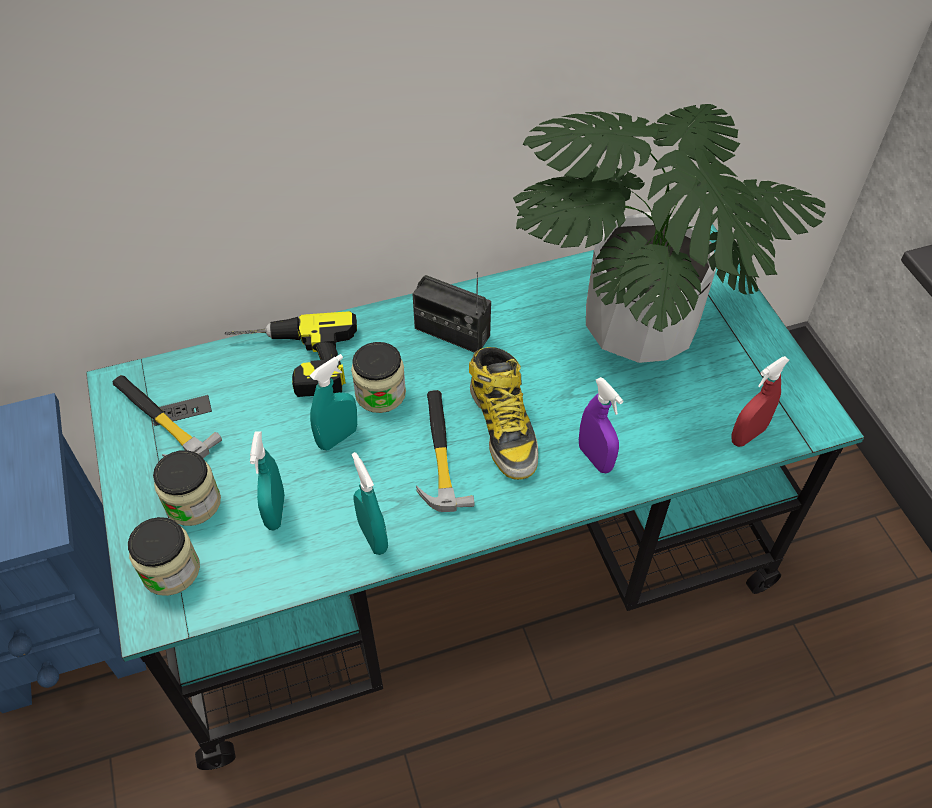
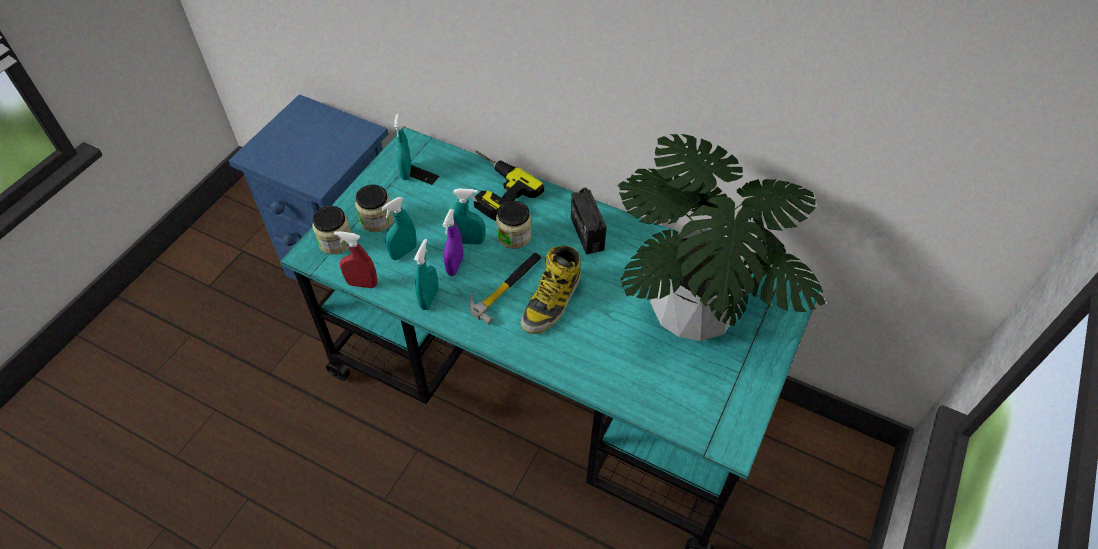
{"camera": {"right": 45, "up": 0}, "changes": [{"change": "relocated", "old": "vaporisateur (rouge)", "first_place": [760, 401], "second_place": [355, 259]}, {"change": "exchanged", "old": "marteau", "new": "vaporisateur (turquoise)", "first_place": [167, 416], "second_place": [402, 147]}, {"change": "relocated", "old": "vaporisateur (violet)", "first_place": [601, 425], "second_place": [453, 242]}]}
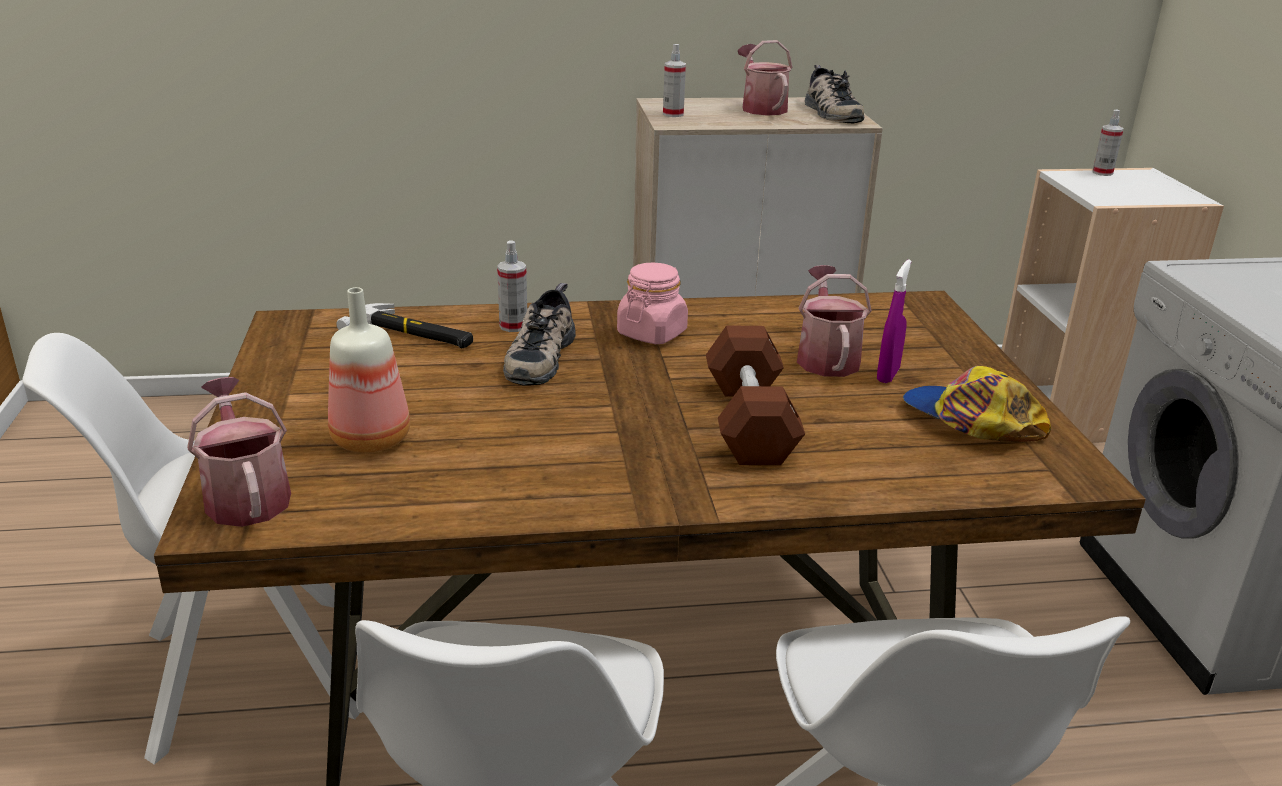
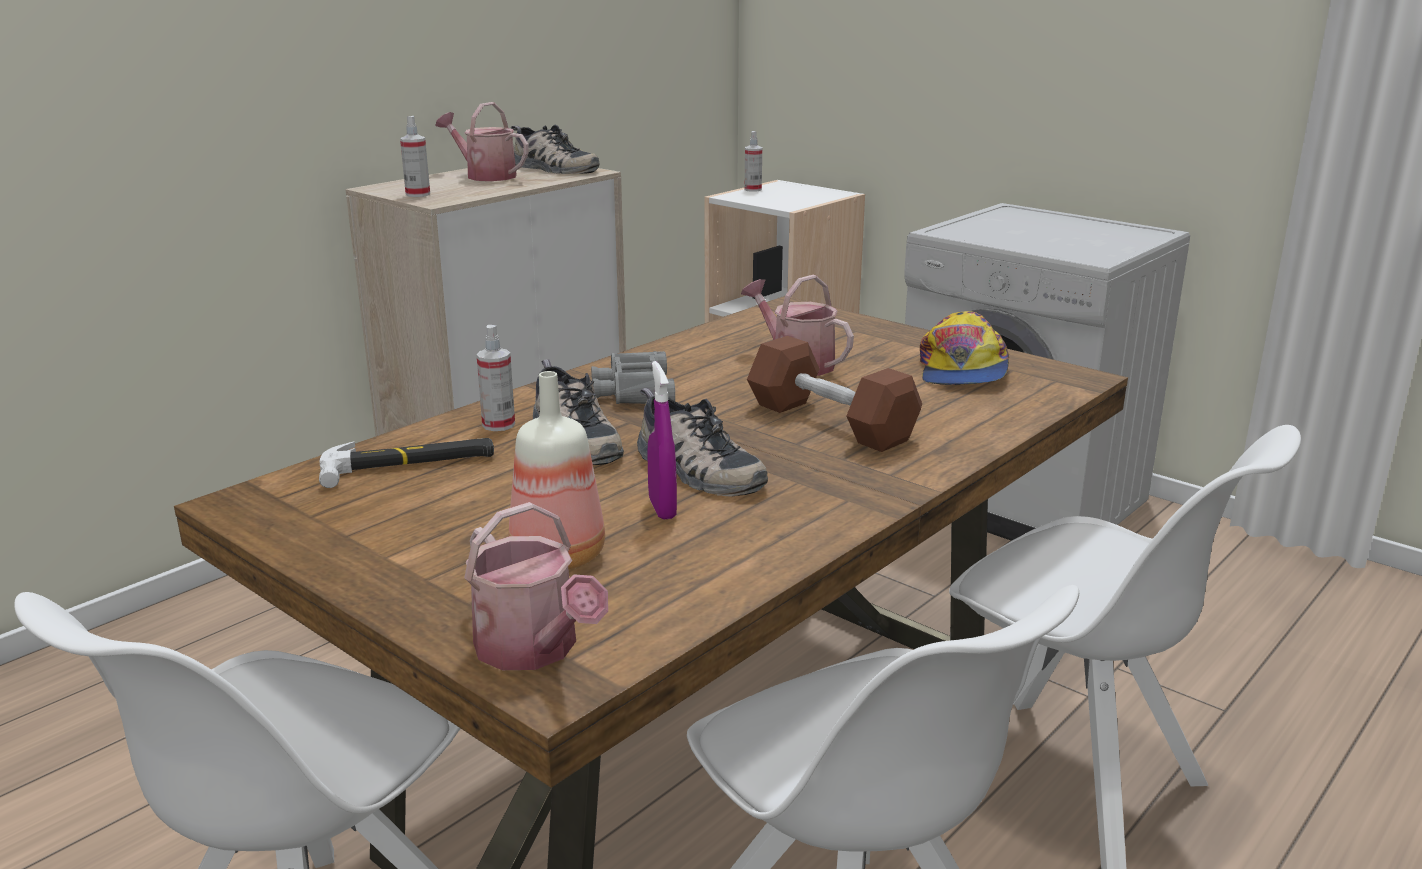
{"camera": {"right": -40, "up": -5}, "changes": [{"change": "relocated", "old": "vaporisateur (violet)", "first_place": [894, 321], "second_place": [662, 440]}, {"change": "exchanged", "old": "bocal (rose)", "new": "jumelles (gris)", "first_place": [652, 303], "second_place": [633, 377]}, {"change": "spun", "old": "casquette", "first_place": [977, 404], "second_place": [964, 348], "degrees": -90}, {"change": "spun", "old": "arrosoir", "first_place": [239, 452], "second_place": [536, 586], "degrees": -150}, {"change": "appeared", "new": "chaussure", "second_place": [702, 442]}]}
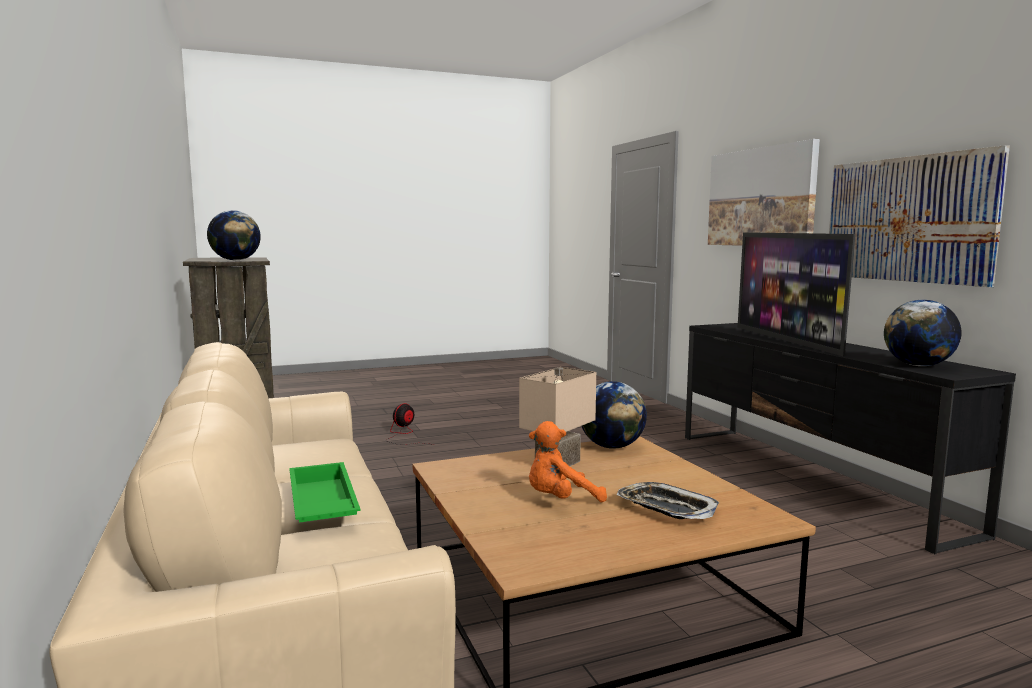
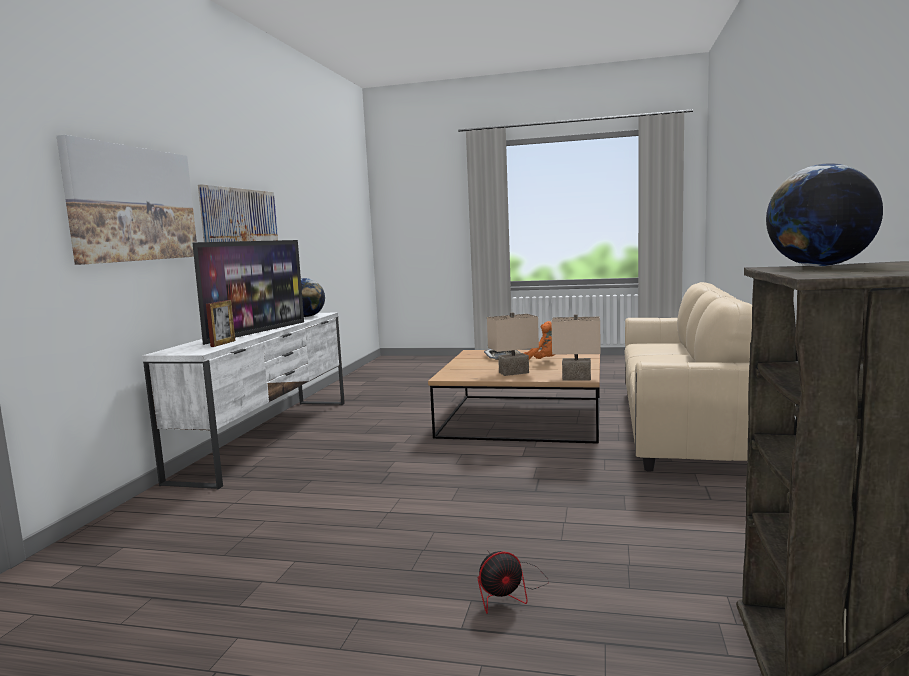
{"camera": {"right": -145, "up": 0}, "changes": [{"change": "colour", "old": "meuble télé (noir)", "new": "meuble télé (blanc)", "first_place": [850, 438], "second_place": [243, 400]}, {"change": "missing", "old": "globe", "first_place": [614, 415]}, {"change": "missing", "old": "plateau (vert)", "first_place": [325, 492]}, {"change": "appeared", "new": "cadre photo", "second_place": [221, 323]}, {"change": "appeared", "new": "lampe de table (beige)", "second_place": [576, 347]}]}
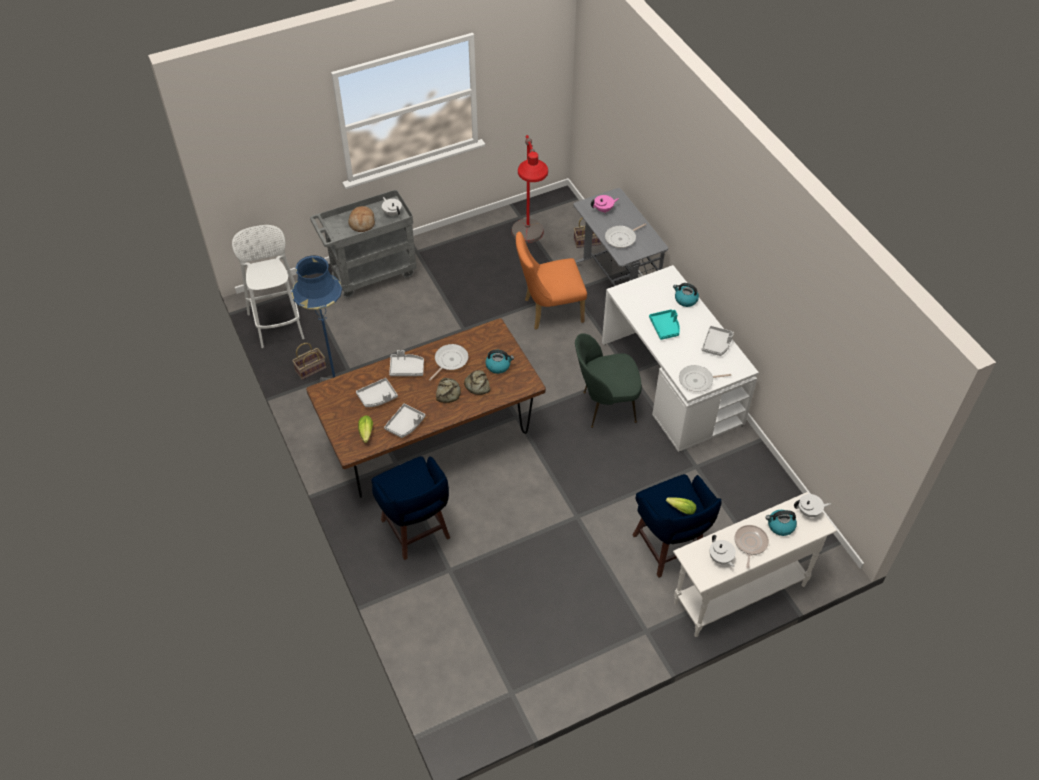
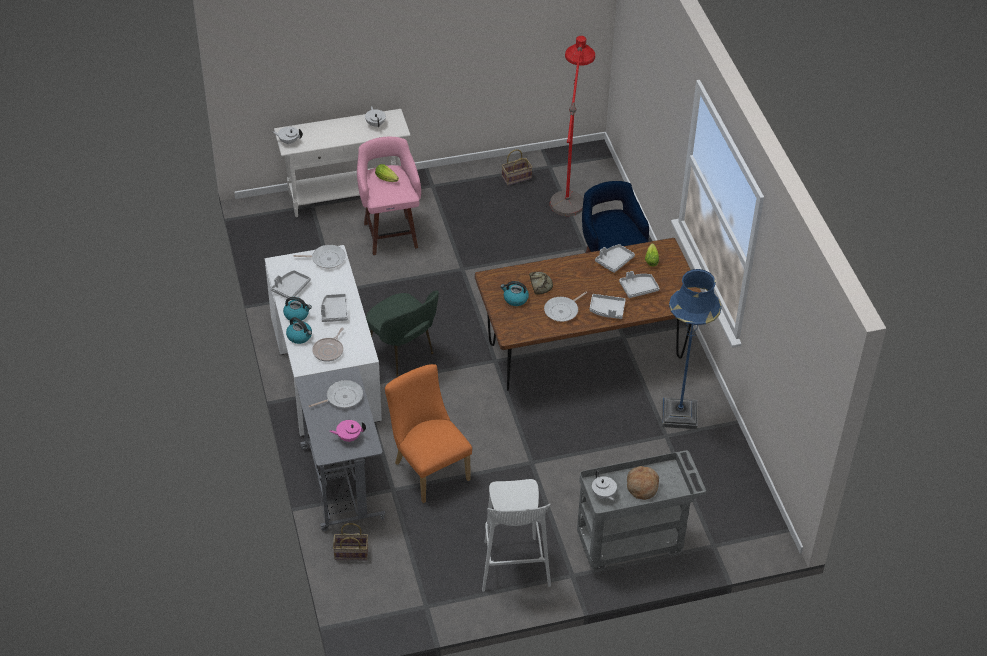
{"camera": {"right": -170, "up": -5}, "changes": [{"change": "relocated", "old": "lampadaire (rouge)", "first_place": [529, 189], "second_place": [572, 126]}, {"change": "relocated", "old": "tabouret (blanc)", "first_place": [268, 286], "second_place": [516, 535]}, {"change": "spun", "old": "chaise (orange)", "first_place": [551, 280], "second_place": [428, 433], "degrees": -120}, {"change": "colour", "old": "plateau (turquoise)", "new": "plateau (gris)", "first_place": [664, 324], "second_place": [334, 308]}, {"change": "spun", "old": "chaise (vert)", "first_place": [608, 380], "second_place": [402, 333], "degrees": 45}, {"change": "relocated", "old": "panier", "first_place": [309, 361], "second_place": [517, 167]}, {"change": "missing", "old": "pain", "first_place": [448, 390]}, {"change": "colour", "old": "tabouret (bleu)", "new": "tabouret (rose)", "first_place": [677, 526], "second_place": [389, 196]}, {"change": "relocated", "old": "bouilloire", "first_place": [781, 523], "second_place": [297, 309]}, {"change": "relocated", "old": "poêle", "first_place": [751, 546], "second_place": [328, 345]}]}
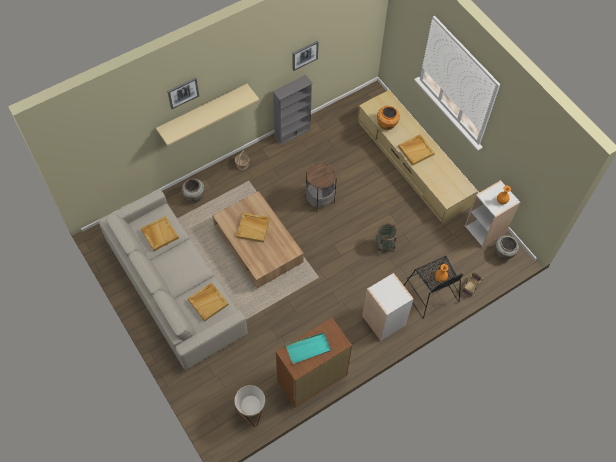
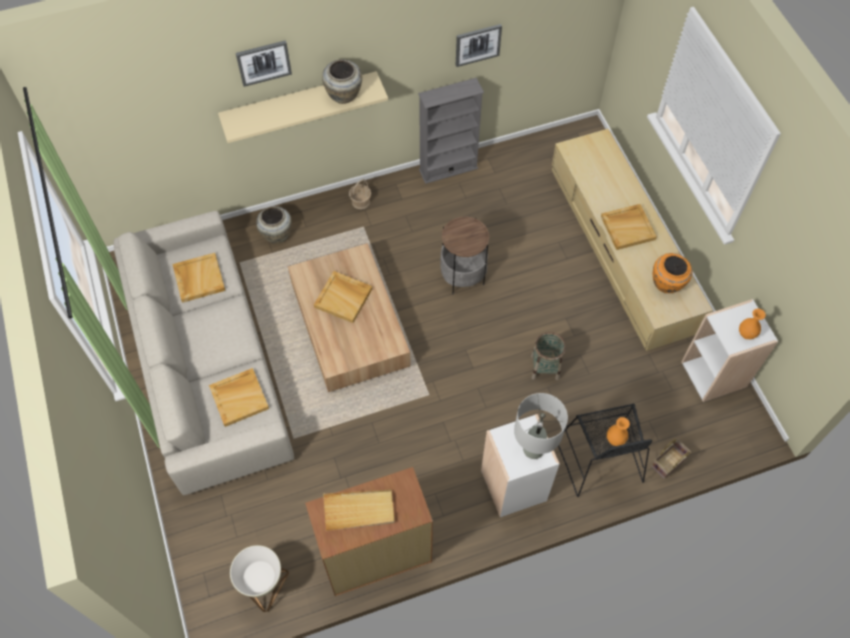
{"camera": {"right": 15, "up": 0}, "changes": [{"change": "relocated", "old": "vase (orange)", "first_place": [388, 118], "second_place": [672, 273]}, {"change": "relocated", "old": "vase (beige)", "first_place": [507, 247], "second_place": [342, 81]}, {"change": "colour", "old": "plateau (turquoise)", "new": "plateau (beige)", "first_place": [308, 348], "second_place": [359, 510]}, {"change": "appeared", "new": "lampe de table (gris)", "second_place": [541, 426]}]}
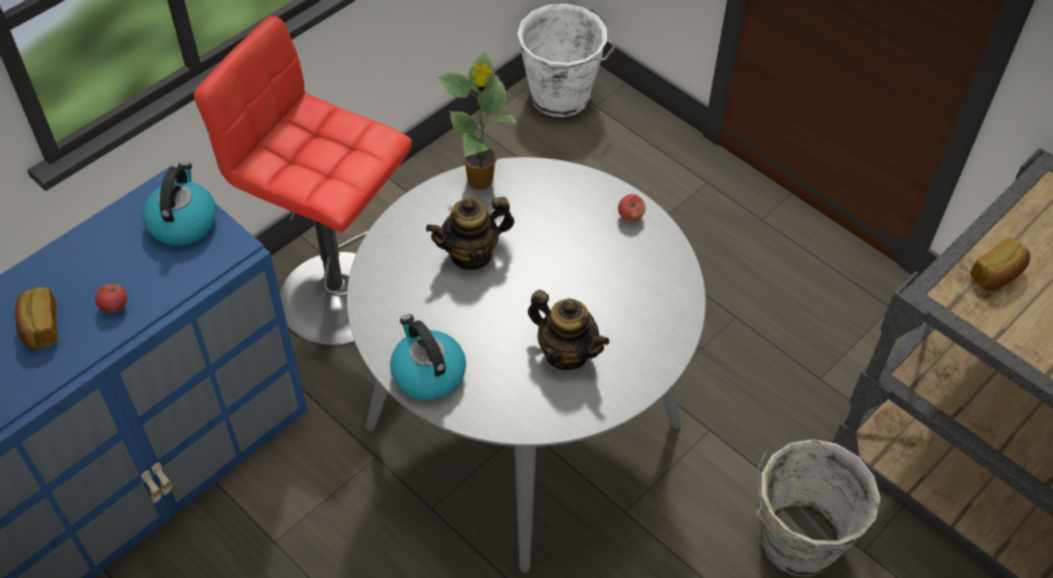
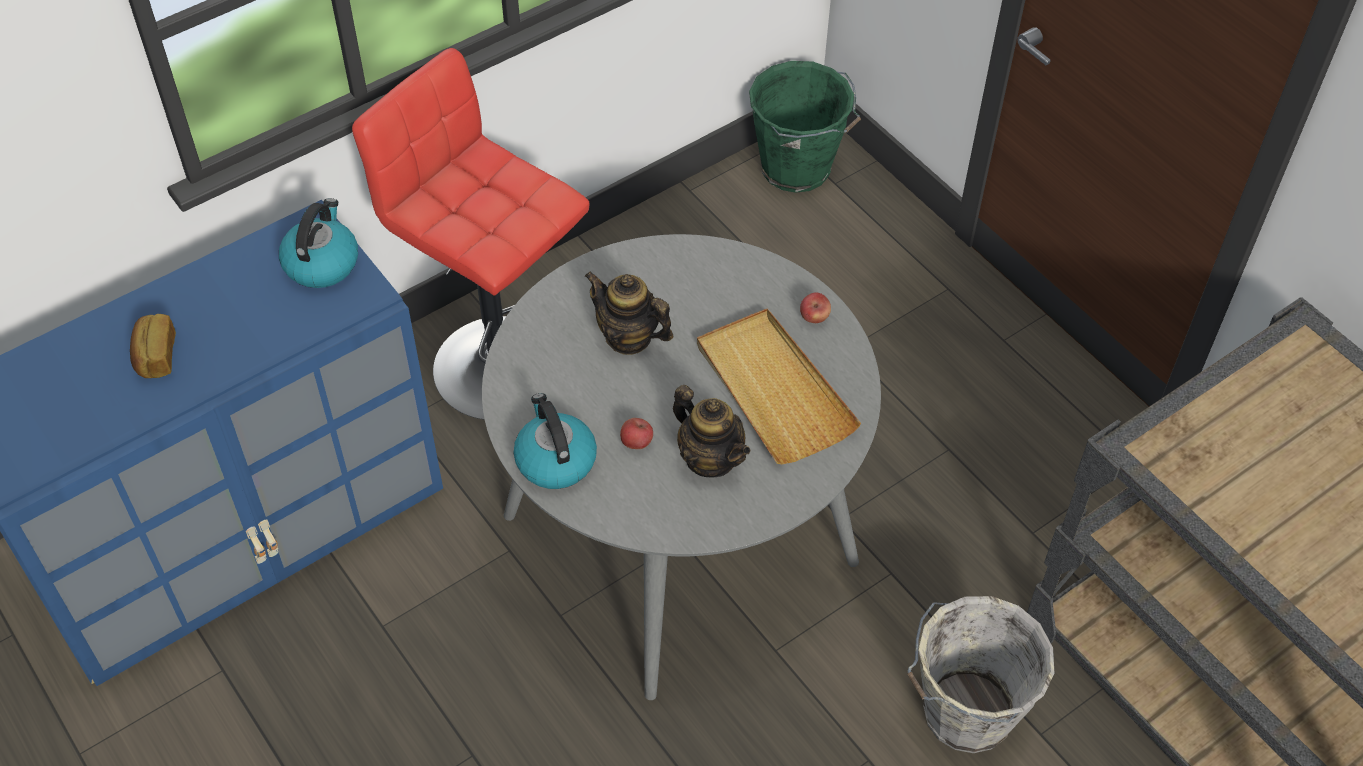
{"camera": {"right": 10, "up": 0}, "changes": [{"change": "colour", "old": "seau (blanc)", "new": "seau (vert)", "first_place": [566, 60], "second_place": [805, 127]}, {"change": "missing", "old": "plante en pot", "first_place": [477, 120]}, {"change": "spun", "old": "théière", "first_place": [470, 233], "second_place": [629, 313], "degrees": 45}, {"change": "missing", "old": "pain", "first_place": [1000, 264]}, {"change": "relocated", "old": "pomme", "first_place": [111, 298], "second_place": [636, 433]}, {"change": "appeared", "new": "plateau (beige)", "second_place": [779, 386]}]}
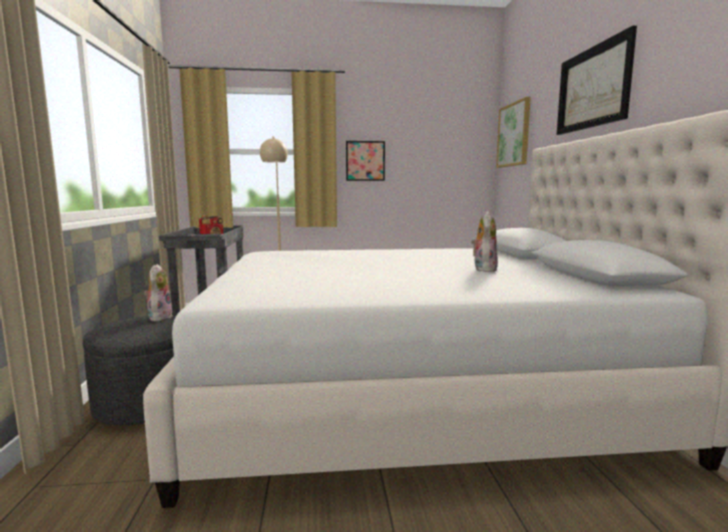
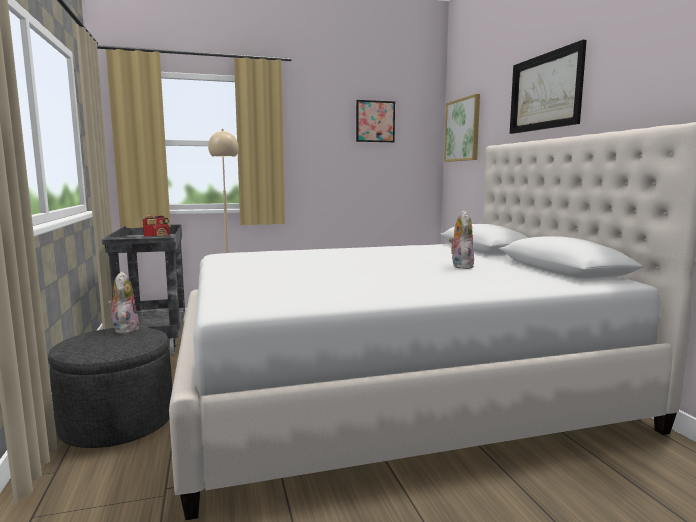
{"camera": {"right": -10, "up": 0}, "changes": [{"change": "relocated", "old": "tableau", "first_place": [365, 161], "second_place": [375, 121]}]}
